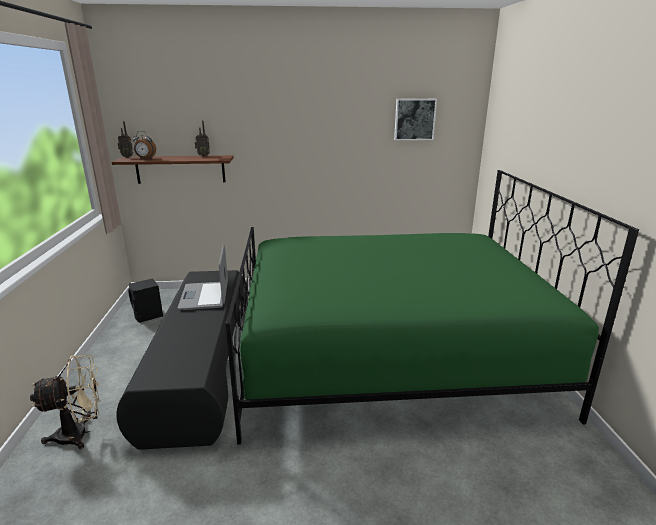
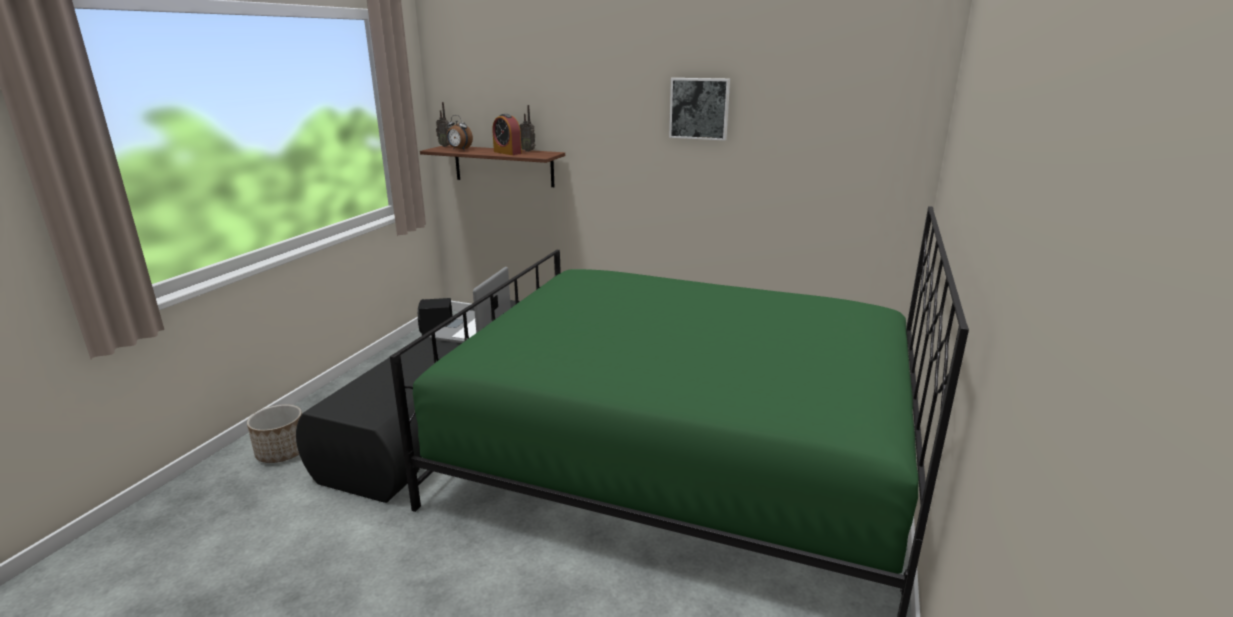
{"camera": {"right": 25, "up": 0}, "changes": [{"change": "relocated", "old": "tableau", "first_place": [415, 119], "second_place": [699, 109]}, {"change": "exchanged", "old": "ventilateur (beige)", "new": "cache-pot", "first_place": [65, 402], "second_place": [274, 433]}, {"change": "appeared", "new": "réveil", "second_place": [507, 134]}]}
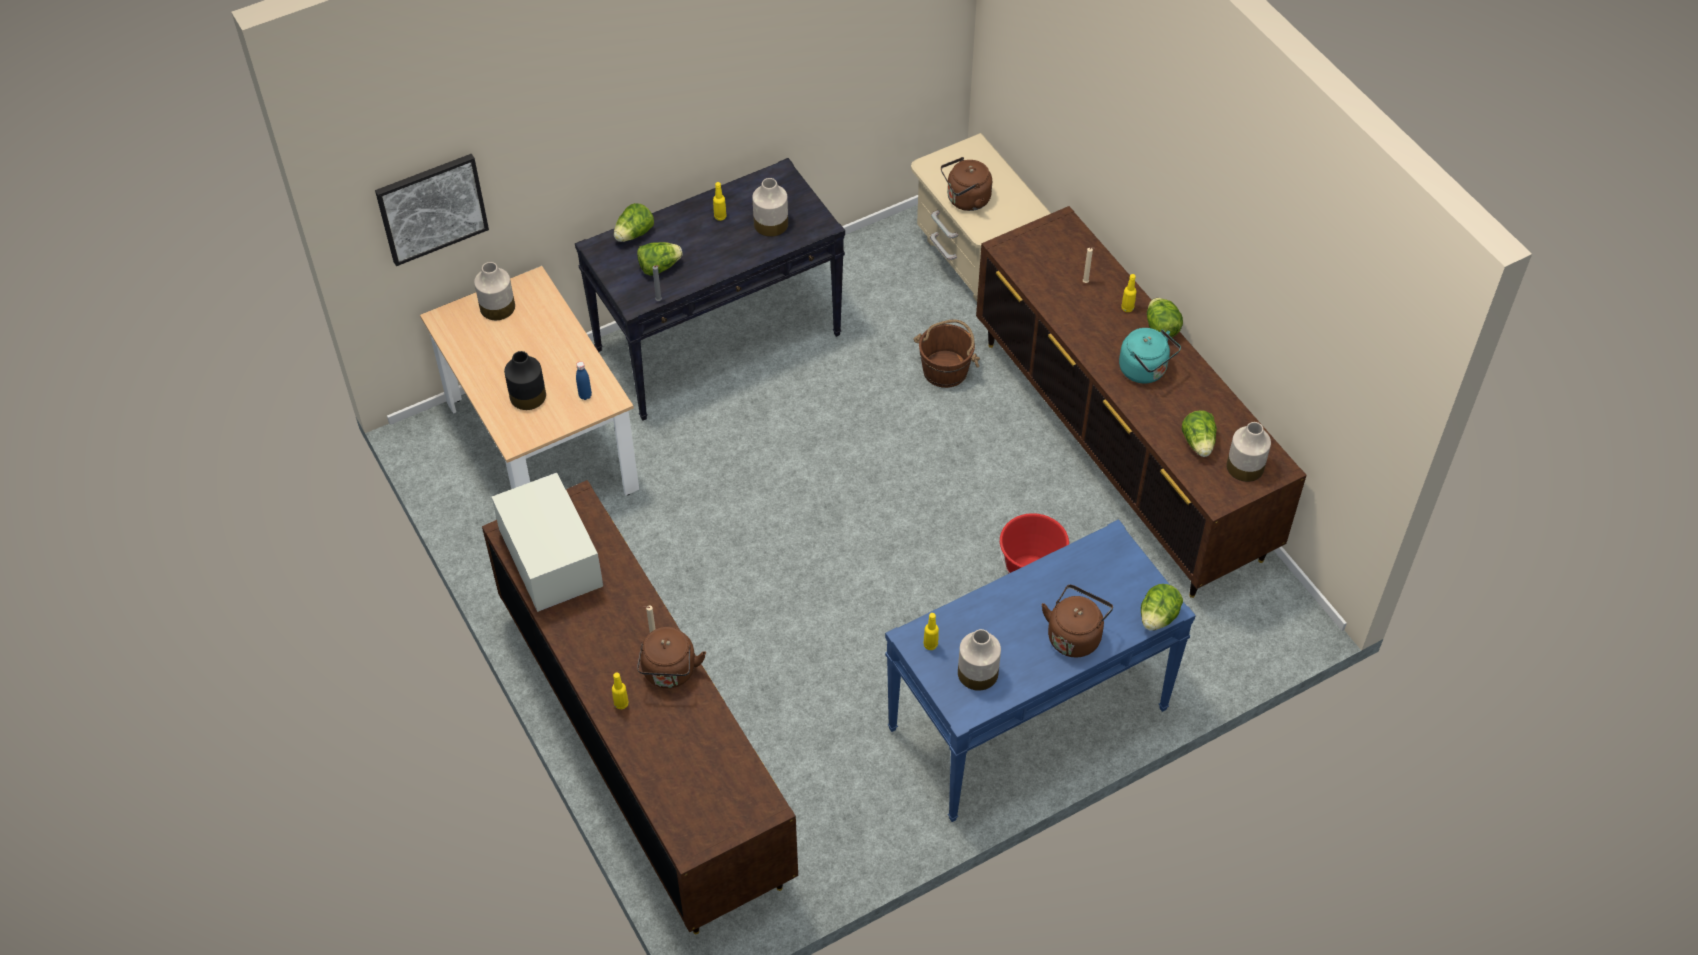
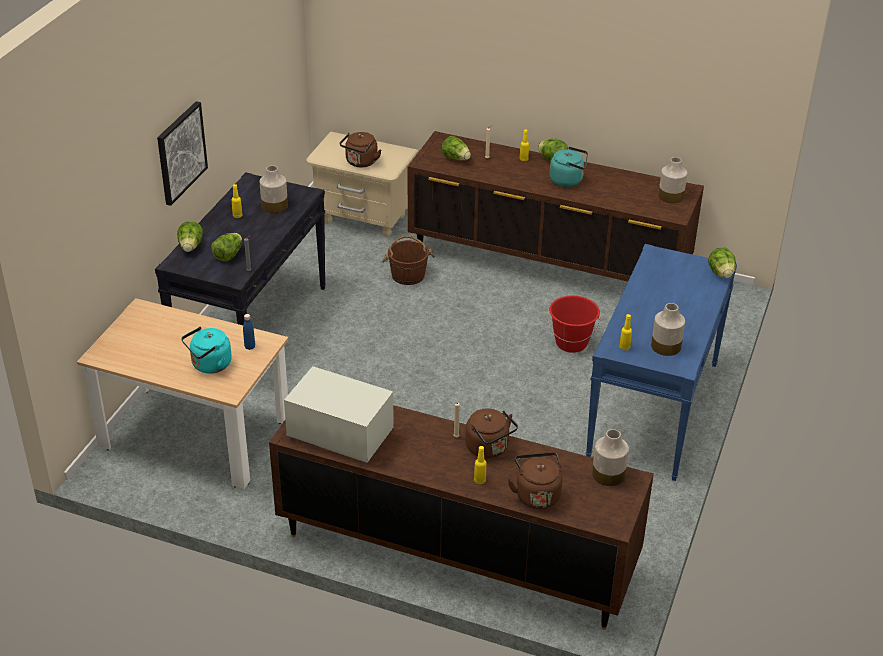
{"camera": {"right": -40, "up": -15}, "changes": [{"change": "relocated", "old": "tableau", "first_place": [432, 210], "second_place": [182, 153]}, {"change": "relocated", "old": "vase (beige)", "first_place": [494, 291], "second_place": [610, 457]}, {"change": "exchanged", "old": "vase (noir)", "new": "bouilloire (turquoise)", "first_place": [525, 380], "second_place": [206, 350]}, {"change": "relocated", "old": "laitue", "first_place": [1199, 433], "second_place": [456, 148]}, {"change": "relocated", "old": "bouilloire (marron)", "first_place": [1077, 621], "second_place": [534, 480]}]}
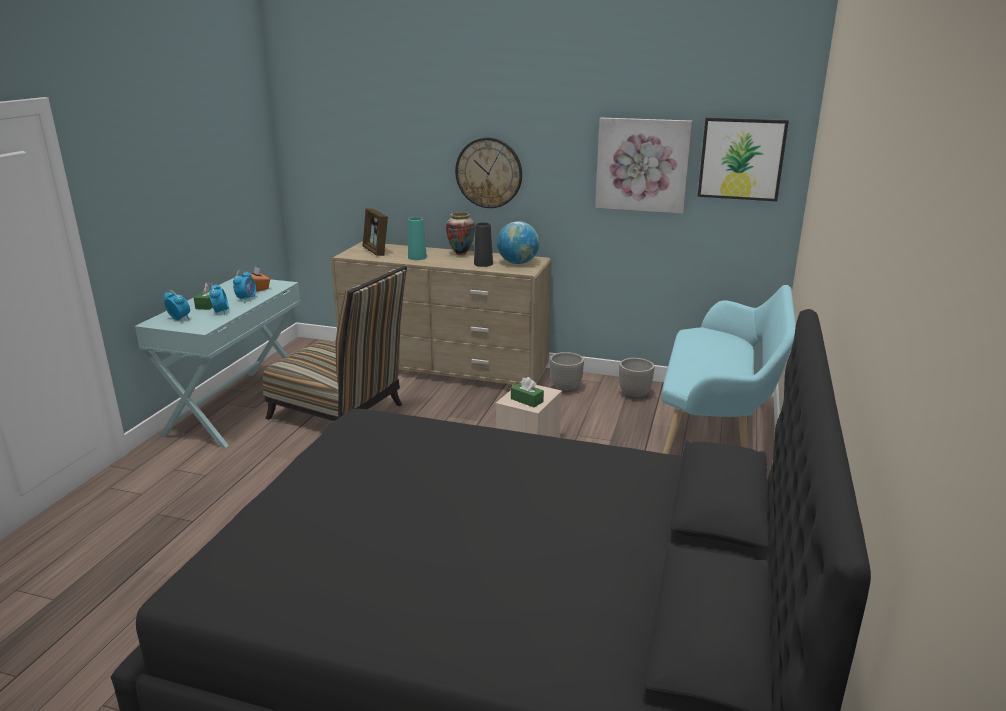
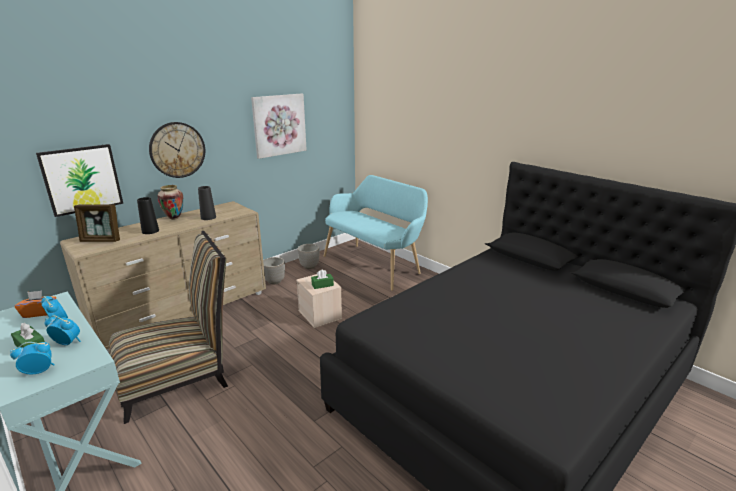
{"camera": {"right": -60, "up": 0}, "changes": [{"change": "relocated", "old": "tableau", "first_place": [743, 159], "second_place": [79, 180]}, {"change": "colour", "old": "vase (turquoise)", "new": "vase (noir)", "first_place": [417, 238], "second_place": [148, 215]}, {"change": "missing", "old": "globe", "first_place": [518, 242]}]}
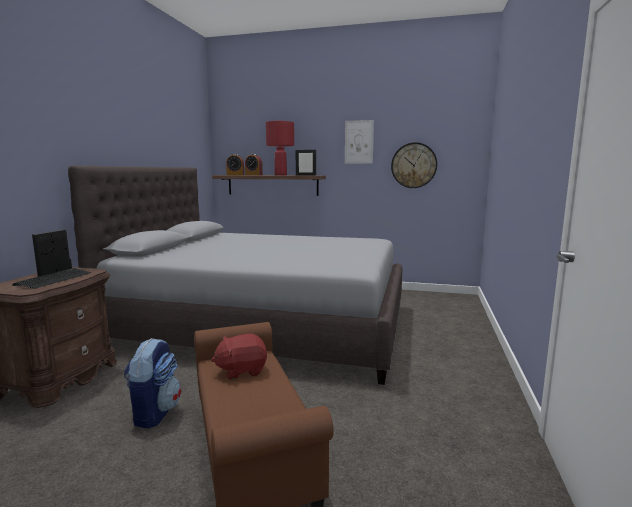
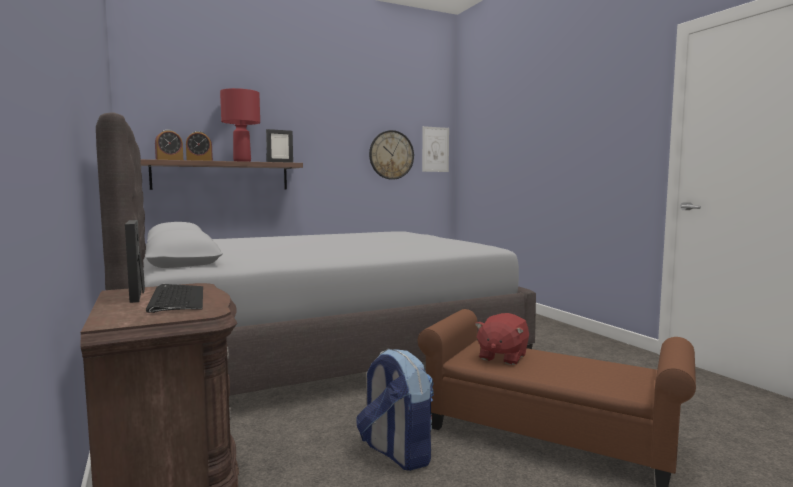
{"camera": {"right": -40, "up": -5}, "changes": [{"change": "relocated", "old": "tableau", "first_place": [359, 142], "second_place": [435, 149]}]}
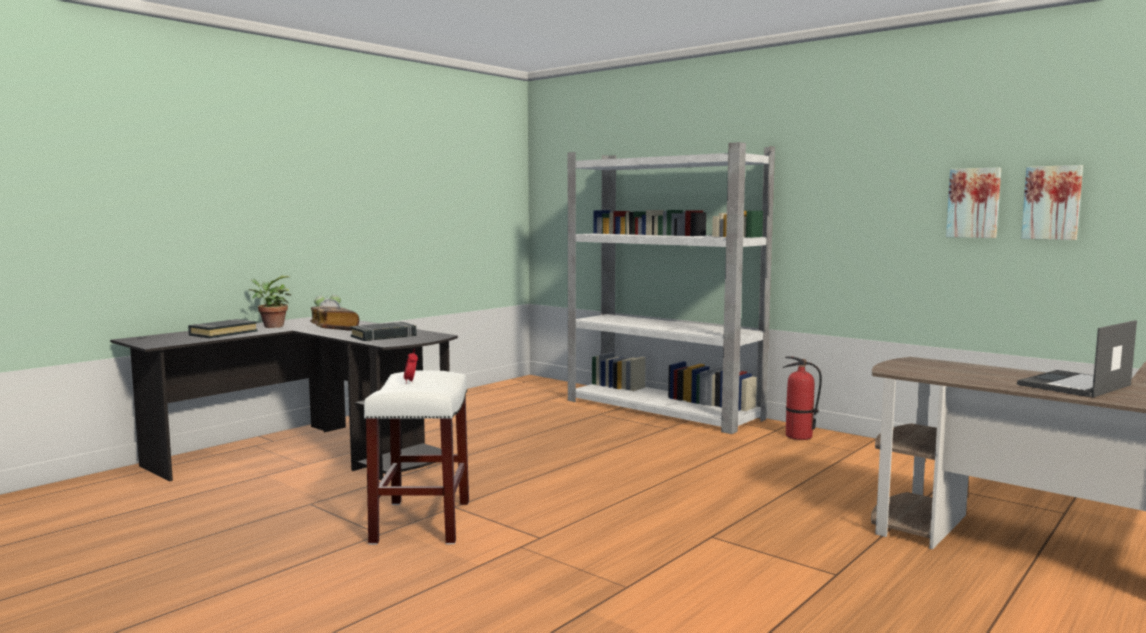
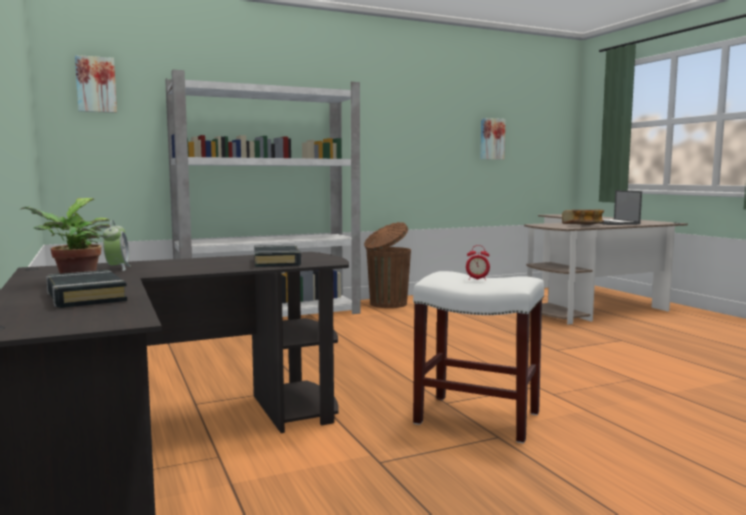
{"camera": {"right": -65, "up": 0}, "changes": [{"change": "relocated", "old": "tableau", "first_place": [973, 202], "second_place": [96, 84]}, {"change": "relocated", "old": "livre", "first_place": [334, 318], "second_place": [583, 217]}, {"change": "exchanged", "old": "extincteur", "new": "poubelle (marron)", "first_place": [802, 398], "second_place": [387, 265]}]}
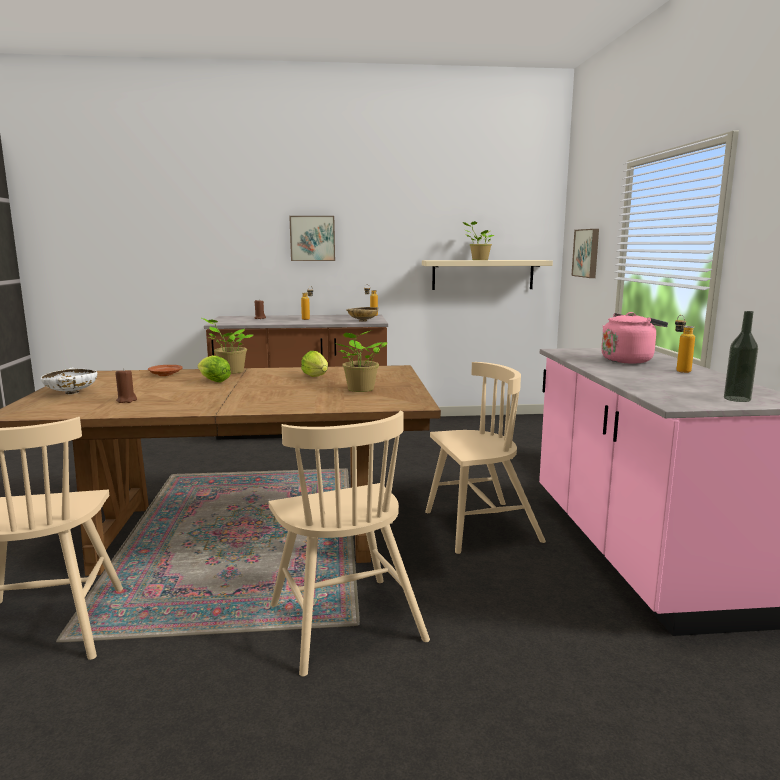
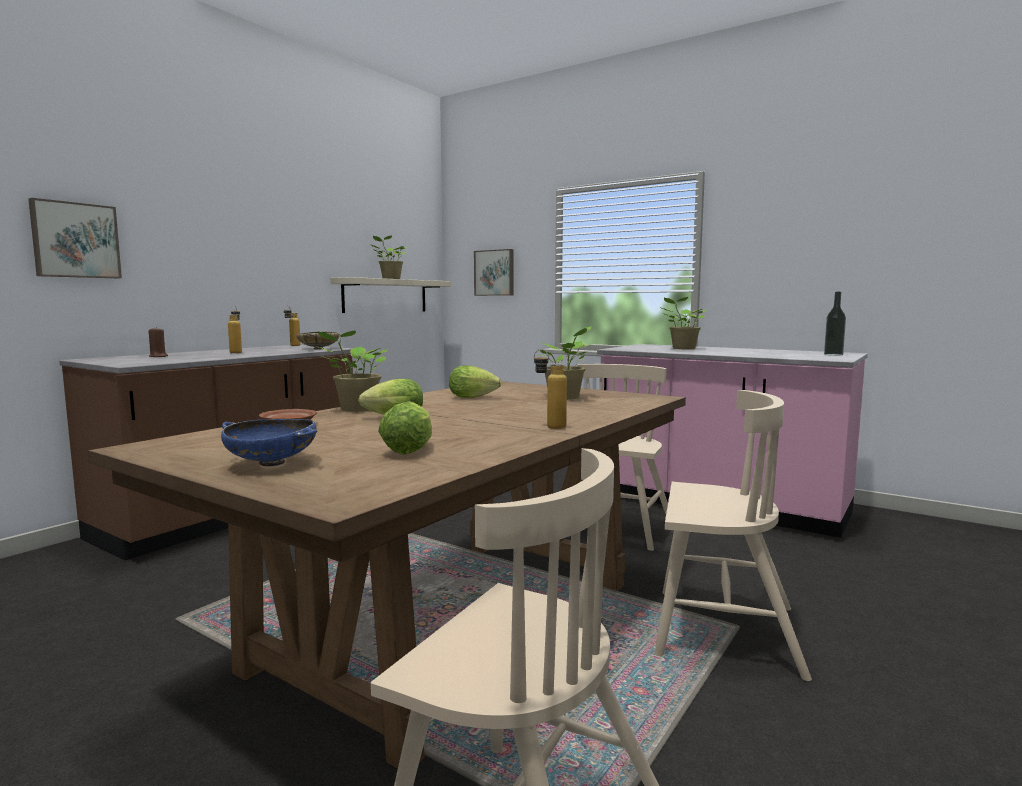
{"camera": {"right": -50, "up": -5}, "changes": [{"change": "relocated", "old": "tableau", "first_place": [312, 238], "second_place": [75, 238]}, {"change": "exchanged", "old": "bouilloire (rose)", "new": "plante en pot", "first_place": [634, 337], "second_place": [684, 323]}, {"change": "relocated", "old": "bouteille", "first_place": [685, 344], "second_place": [550, 389]}, {"change": "colour", "old": "bol (blanc)", "new": "bol (bleu)", "first_place": [69, 381], "second_place": [269, 442]}, {"change": "exchanged", "old": "bougie (marron)", "new": "laitue", "first_place": [126, 385], "second_place": [405, 428]}]}
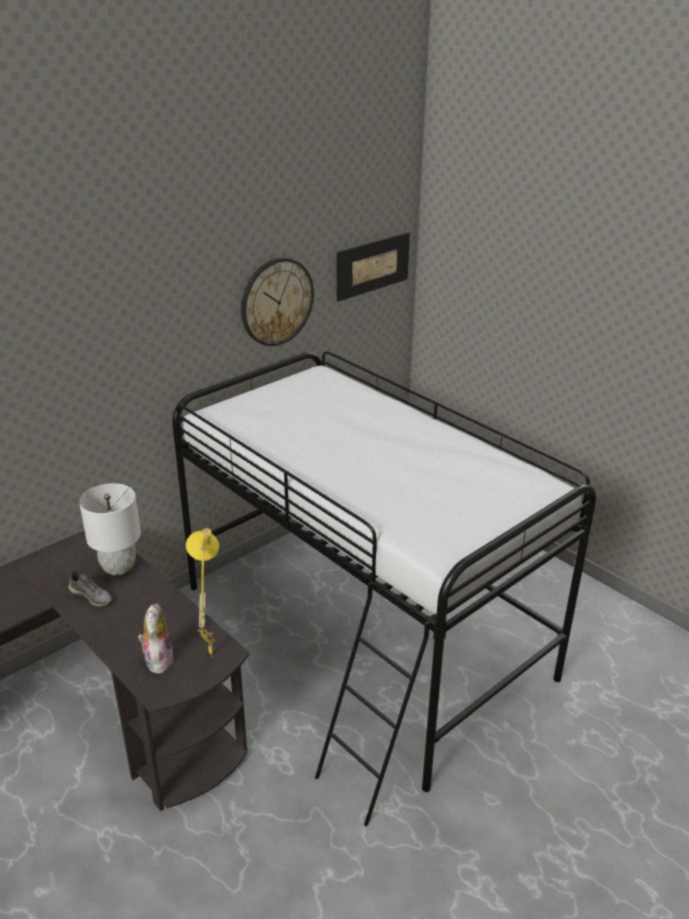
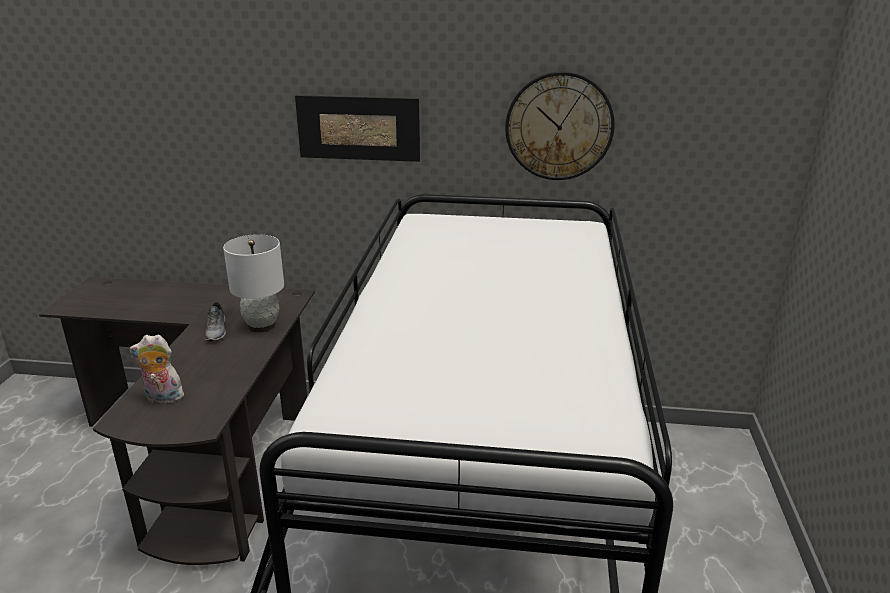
{"camera": {"right": 50, "up": -5}, "changes": [{"change": "relocated", "old": "tableau", "first_place": [373, 267], "second_place": [357, 128]}, {"change": "missing", "old": "lampe de table (jaune)", "first_place": [202, 592]}, {"change": "spun", "old": "peluche", "first_place": [156, 639], "second_place": [157, 369], "degrees": -135}]}
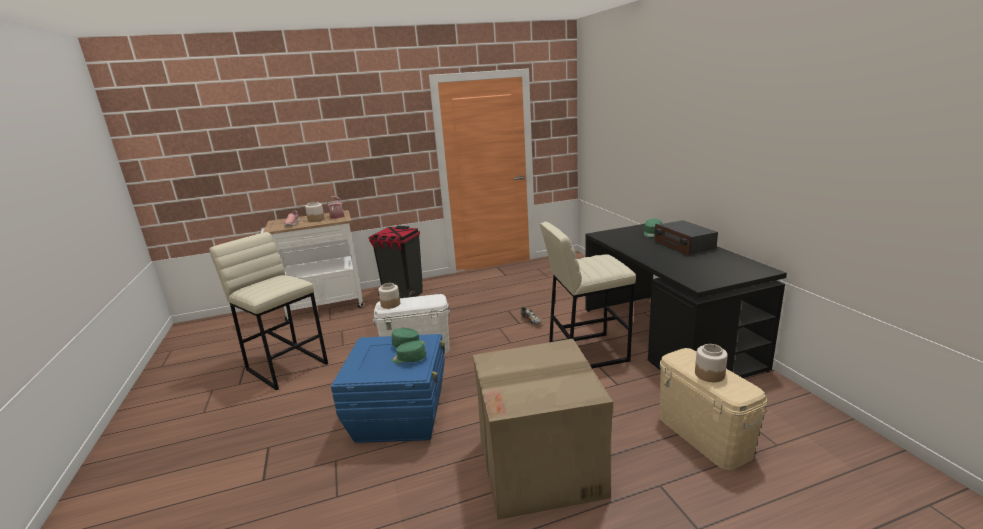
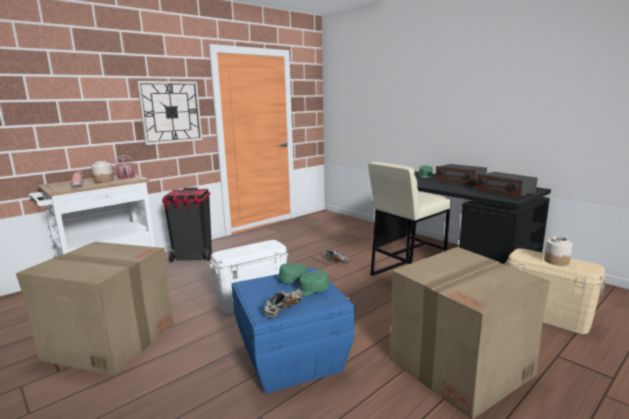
{"camera": {"right": -25, "up": -5}, "changes": [{"change": "exchanged", "old": "tabouret (beige)", "new": "carton", "first_place": [268, 311], "second_place": [95, 309]}, {"change": "missing", "old": "bocal", "first_place": [389, 296]}, {"change": "appeared", "new": "horloge murale", "second_place": [169, 113]}, {"change": "appeared", "new": "radio", "second_place": [507, 185]}, {"change": "appeared", "new": "chaussure", "second_place": [284, 303]}]}
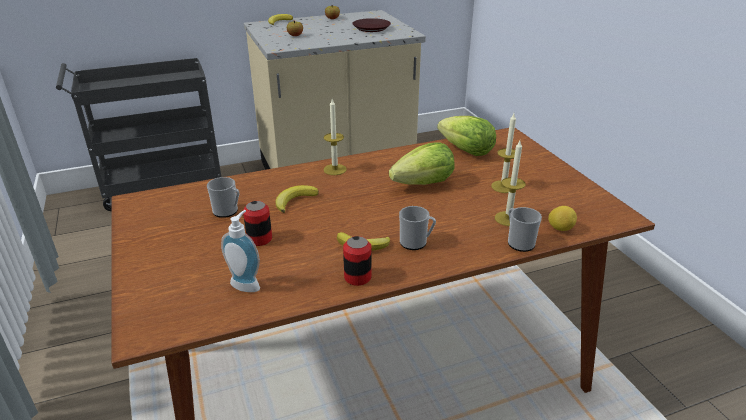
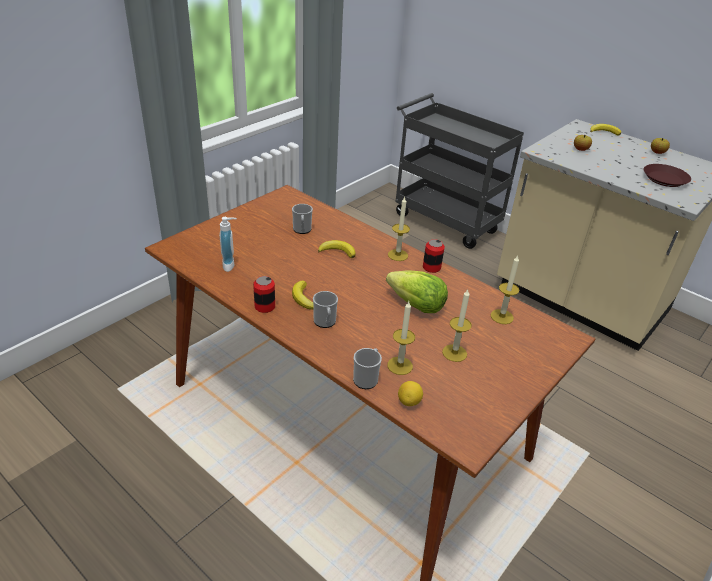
{"camera": {"right": 60, "up": 5}, "changes": [{"change": "exchanged", "old": "laitue", "new": "bougie", "first_place": [466, 136], "second_place": [505, 290]}, {"change": "relocated", "old": "boîte métallique", "first_place": [257, 223], "second_place": [434, 256]}]}
